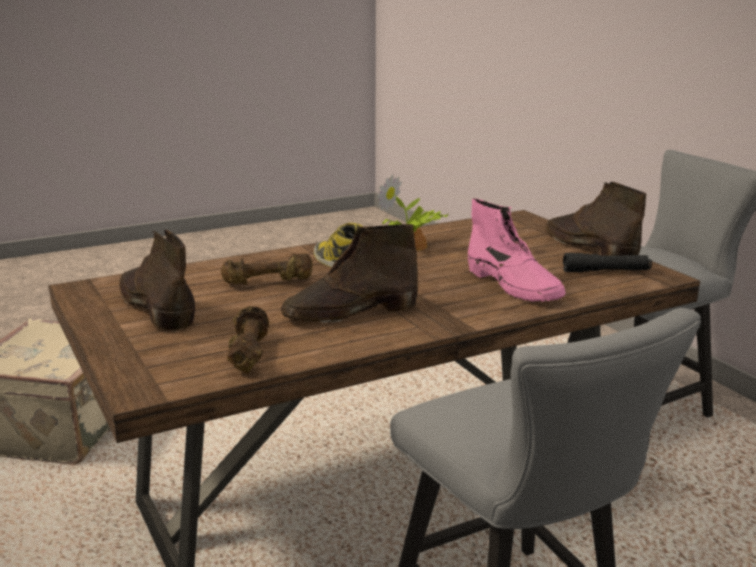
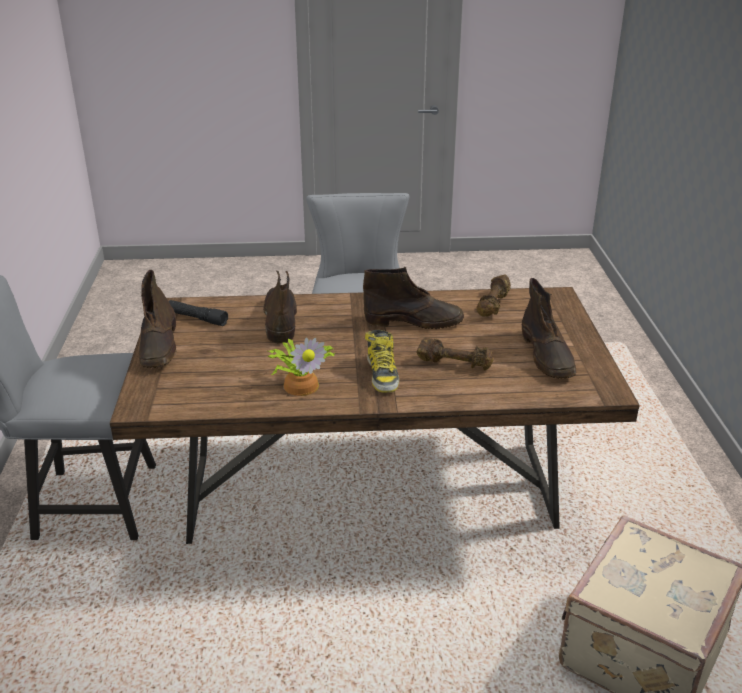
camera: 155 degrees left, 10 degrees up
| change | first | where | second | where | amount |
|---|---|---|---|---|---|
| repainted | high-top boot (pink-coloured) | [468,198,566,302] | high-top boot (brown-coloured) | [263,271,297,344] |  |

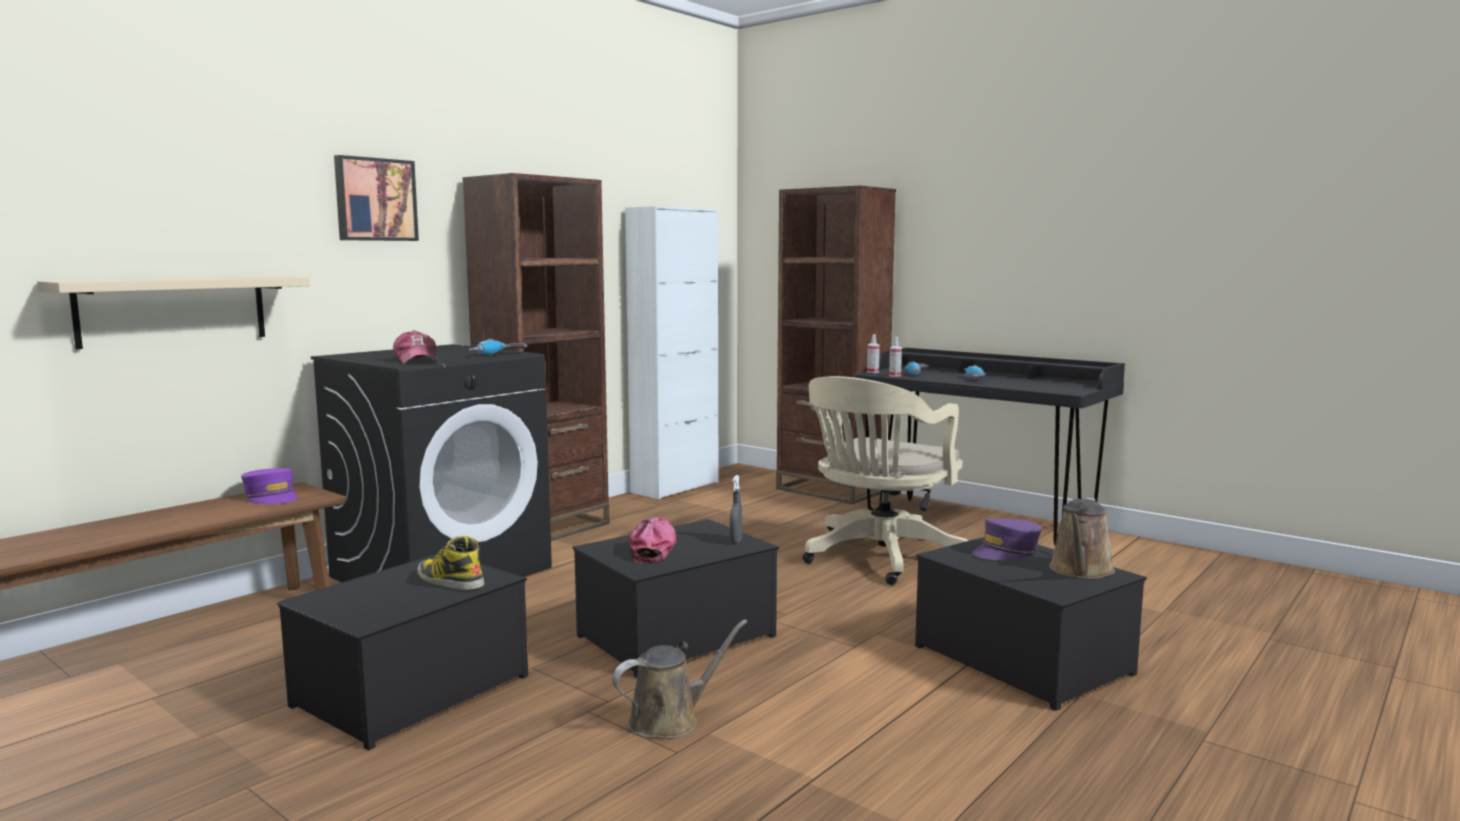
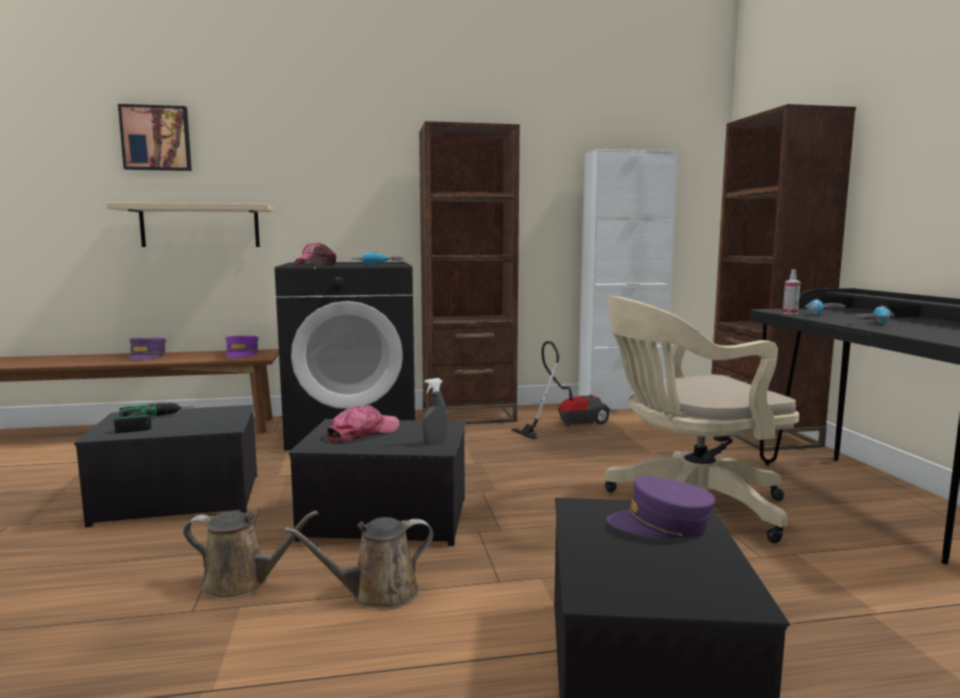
camera: 40 degrees right, 0 degrees up
| change | first | where | second | where | amount |
|---|---|---|---|---|---|
| new |  |  | drill | [114,403,194,433] |  |
| shifted | wall picture | [334,155,419,241] |  | [118,104,192,171] |  |
| new |  |  | cap (purple) | [127,338,166,360] |  |
| shifted | sprinkling can (brown-coloured) | [1049,498,1115,579] |  | [284,517,433,609] |  |
| new |  |  | vacuum | [511,341,610,439] |  |
| gone | high-top boot | [417,536,484,590] |  |  |  |
| gone | sprayer | [867,334,880,373] |  |  |  |

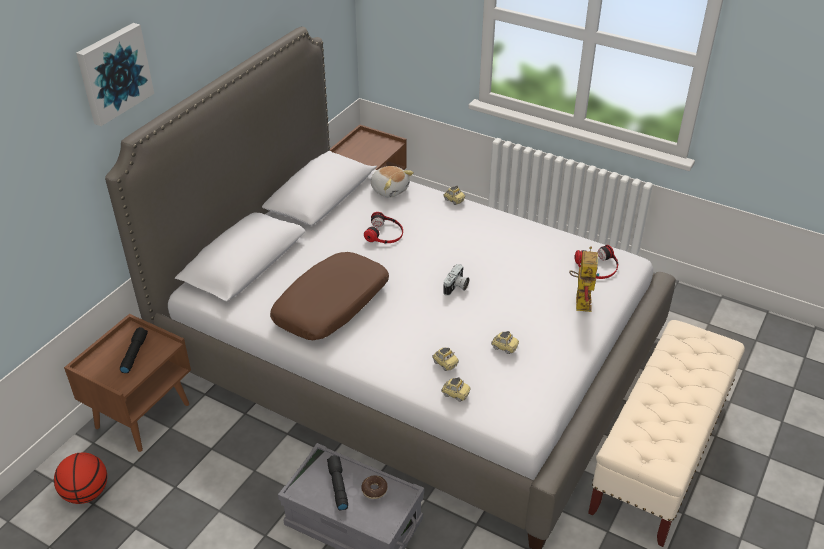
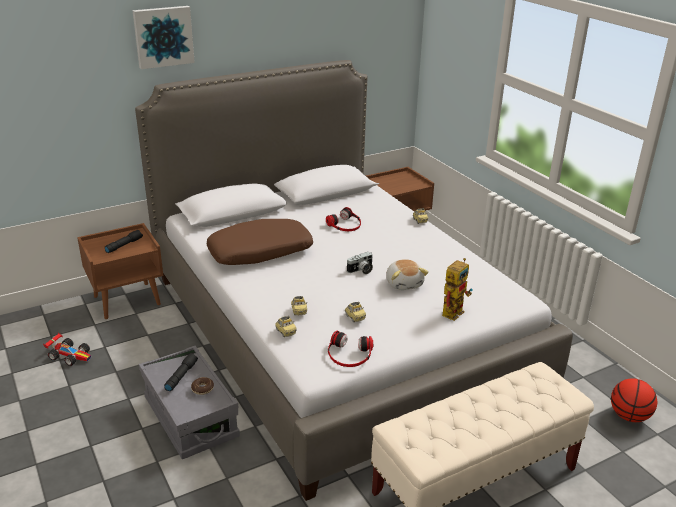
camera: 30 degrees right, 10 degrees down
| change | first | where | second | where | amount |
|---|---|---|---|---|---|
| new |  |  | toy car | [43,332,91,366] |  |
| shifted | pair of headphones | [574,245,618,279] |  | [328,331,373,367] |  |
| shifted | soft toy | [371,166,414,197] |  | [386,259,429,290] |  |
| shifted | basketball ball | [54,452,107,504] |  | [611,378,657,422] |  |

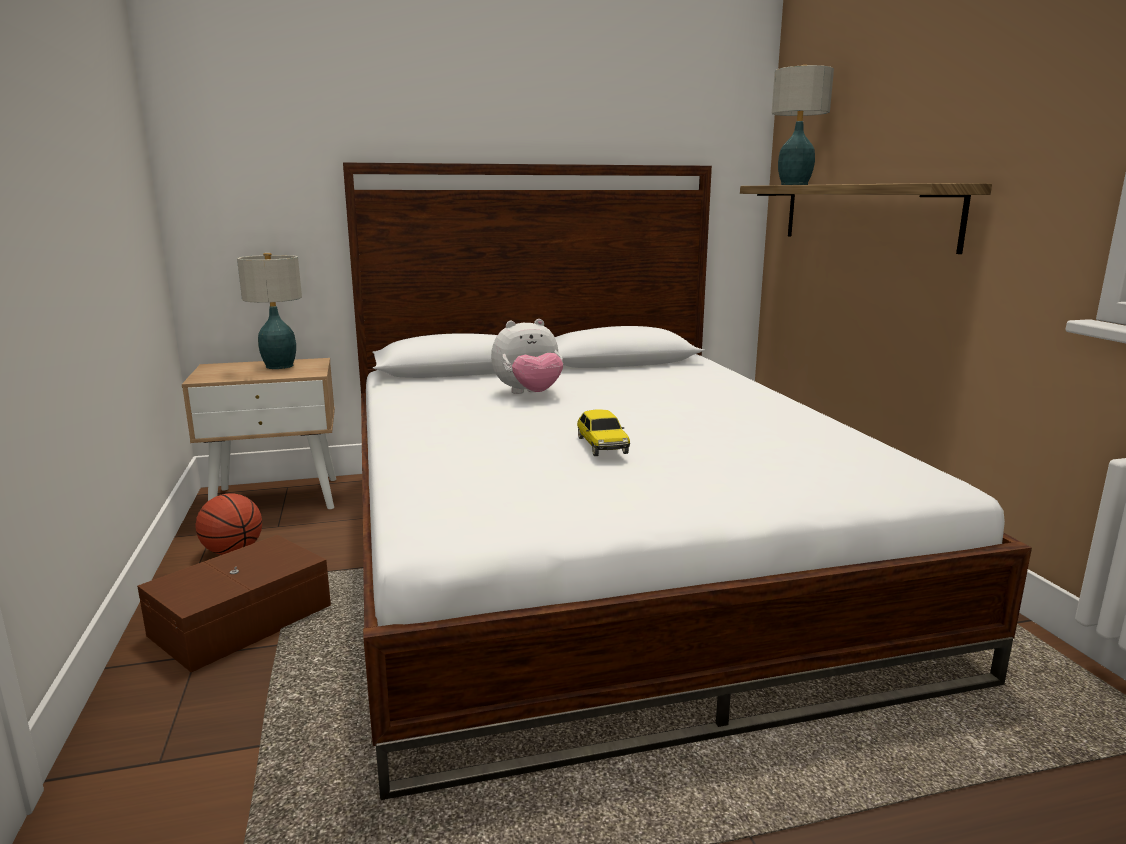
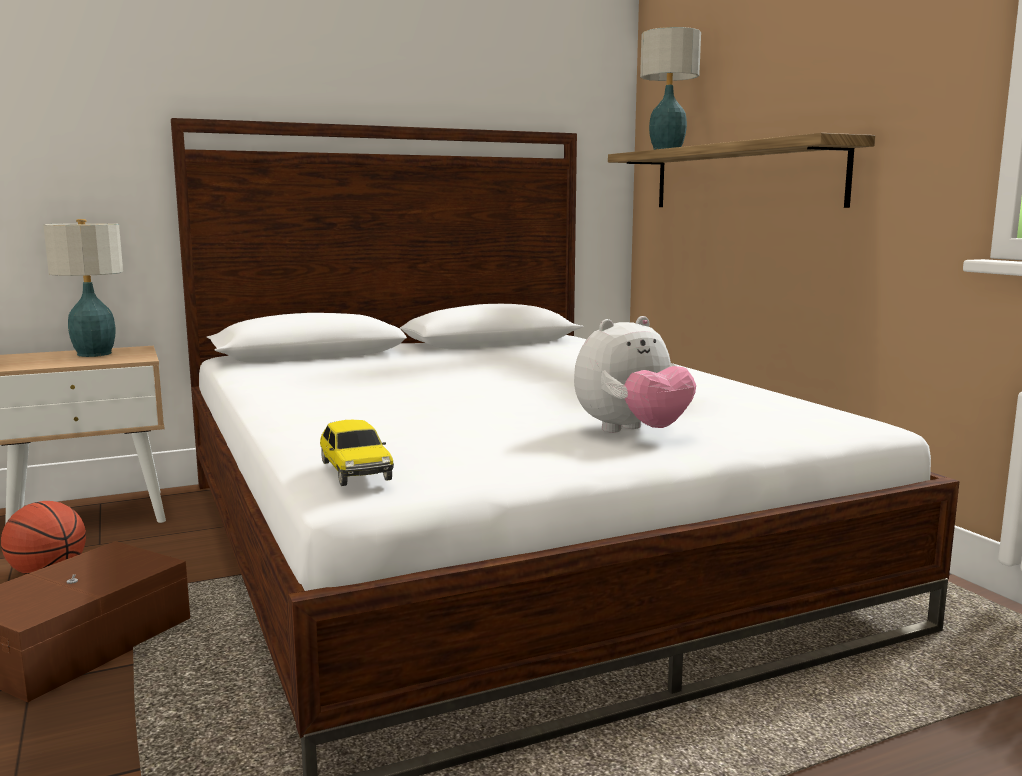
camera: 10 degrees left, 5 degrees down
| change | first | where | second | where | amount |
|---|---|---|---|---|---|
| shifted | toy car | [577,409,630,456] |  | [320,420,394,486] |  |
| shifted | soft toy | [491,319,563,394] |  | [574,316,696,433] |  |

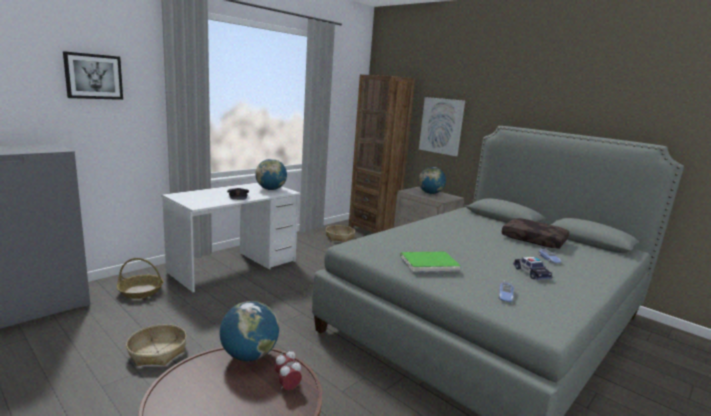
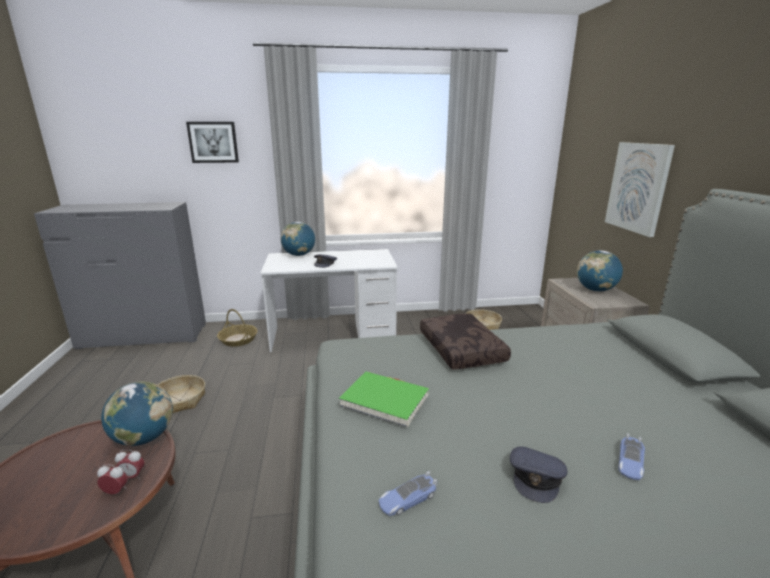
camera: 40 degrees right, 5 degrees up
| change | first | where | second | where | amount |
|---|---|---|---|---|---|
| shifted | globe | [255,159,287,190] |  | [280,222,315,256] |  |
| shifted | cushion (brown-coloured) | [502,218,569,249] |  | [420,314,511,370] |  |
| swapped | toy car | [513,257,552,280] | cap (gray) | [510,447,567,503] |  |
| gone | bookcase (brown-coloured) | [349,74,415,233] |  |  |  |

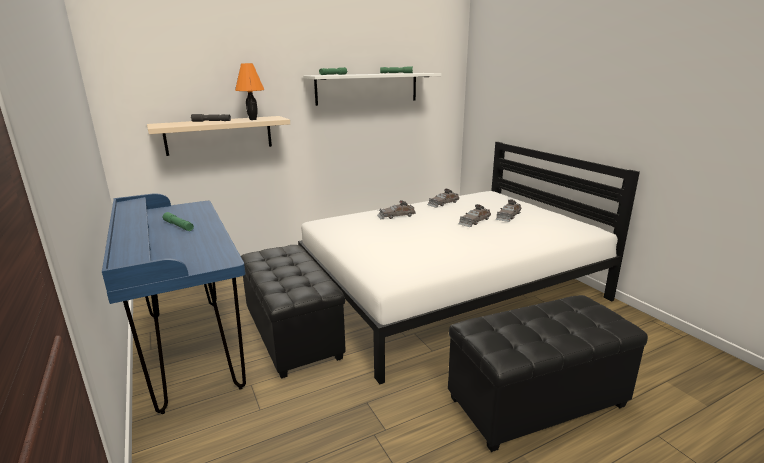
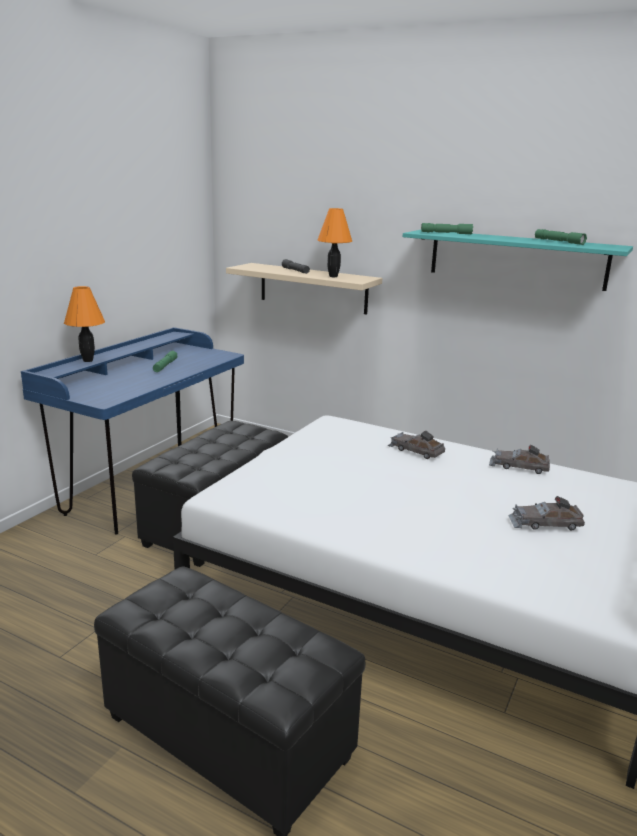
camera: 55 degrees right, 0 degrees up
| change | first | where | second | where | amount |
|---|---|---|---|---|---|
| new |  |  | lamp for a table (orangey) | [64,286,105,362] |  |
| repainted | wall shelf (white-coloured) | [303,73,441,106] | wall shelf (turquoise-coloured) | [403,230,633,291] |  |
| gone | toy car (gray) | [458,204,491,227] |  |  |  |

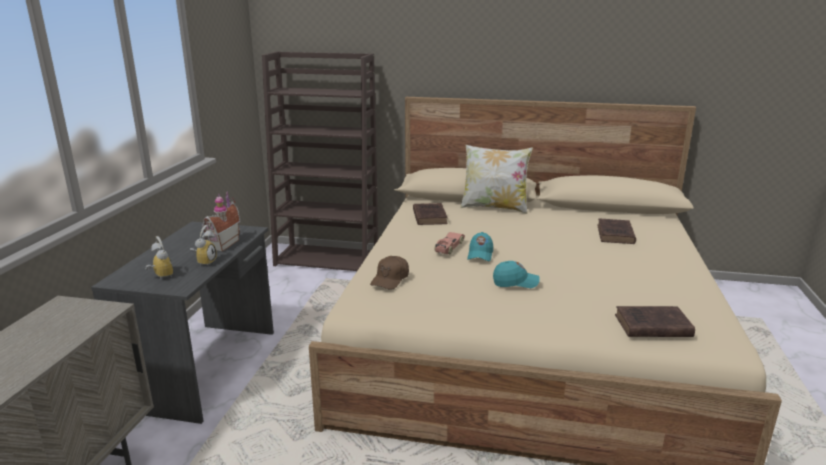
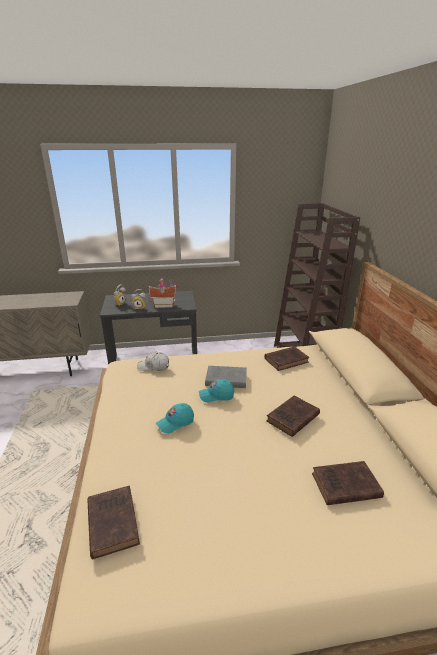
camera: 70 degrees right, 5 degrees up
| change | first | where | second | where | amount |
|---|---|---|---|---|---|
| repainted | cap (brown-coloured) | [370,256,409,290] | cap (white-coloured) | [137,351,169,371] |  |
| rotated | cap (turquoise-coloured) | [493,261,540,288] |  | [156,403,194,434] | 75 degrees clockwise |
| swapped | toy car | [434,232,465,254] | book (gray) | [205,366,247,388] |  |
| new |  |  | book (brown-coloured) | [266,396,320,437] |  |
| gone | cushion | [460,145,533,214] |  |  |  |

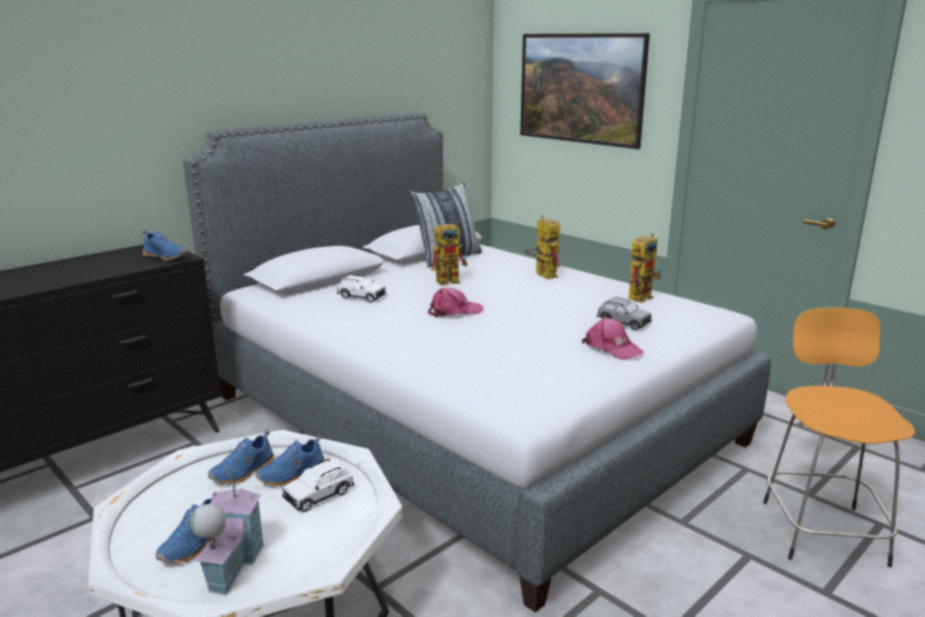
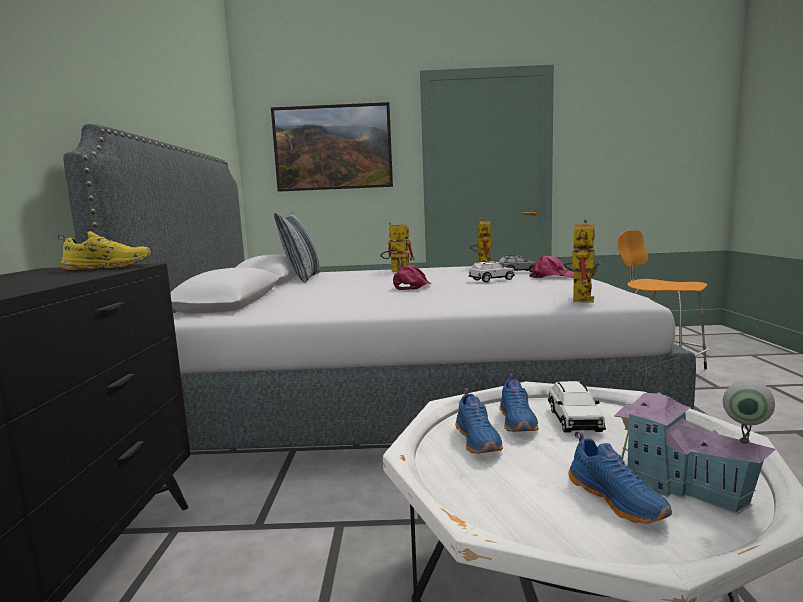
camera: 45 degrees left, 10 degrees down
| change | first | where | second | where | amount |
|---|---|---|---|---|---|
| repainted | low shoe (bluish) | [143,230,187,260] | low shoe (yellowish) | [58,231,151,270] |  |
| shifted | toy car (white-coloured) | [337,275,386,303] |  | [469,261,515,282] |  |
| shifted | robot figure | [431,221,468,285] |  | [563,219,602,303] |  |

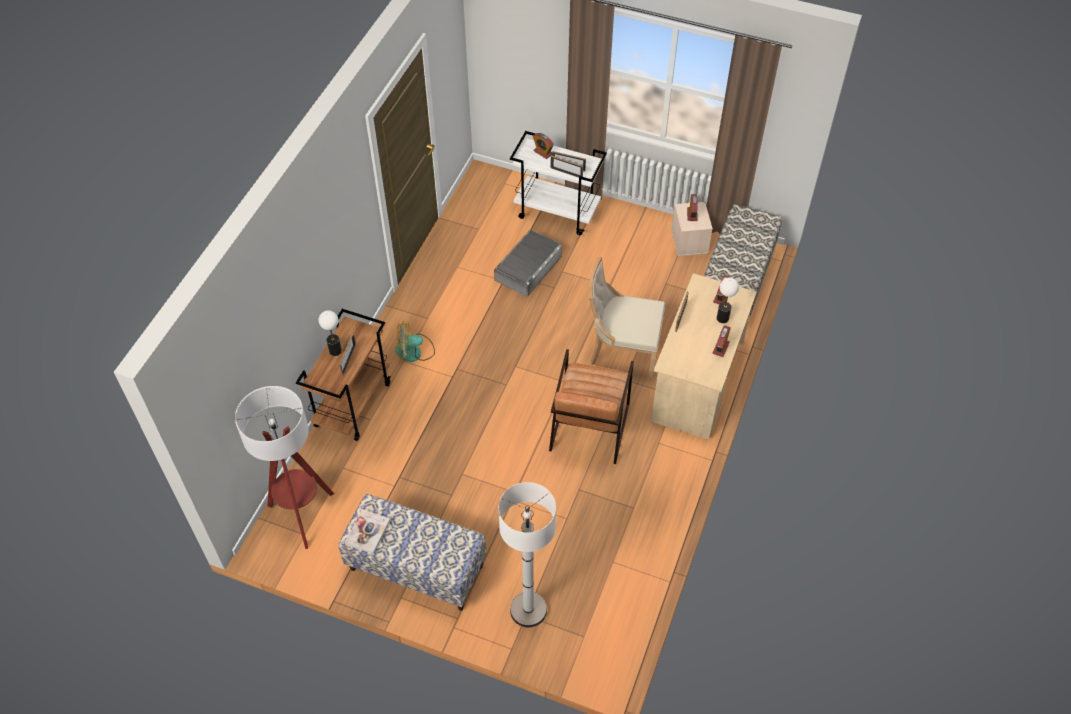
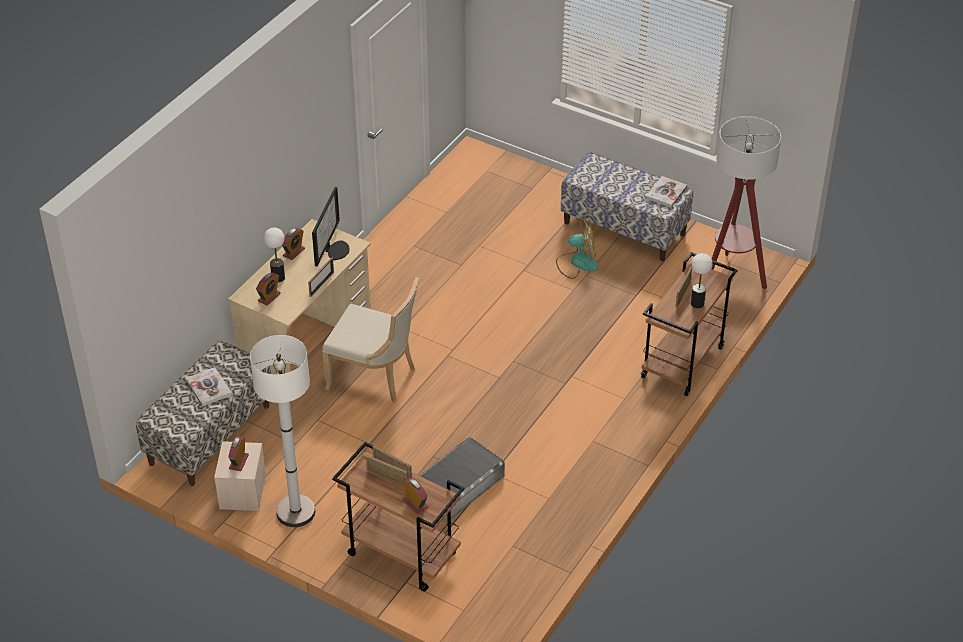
camera: 170 degrees left, 10 degrees down
| change | first | where | second | where | amount |
|---|---|---|---|---|---|
| new |  |  | book | [186,367,232,407] |  |
| shifted | floor lamp (white-coloured) | [499,482,556,627] |  | [250,335,315,527] |  |
| new |  |  | computer screen | [312,187,349,266] |  |
| repainted | wheeled cart (white-coloured) | [510,131,607,235] | wheeled cart (brown-coloured) | [332,442,464,592] |  |
| shifted | fan | [395,321,435,362] |  | [556,219,598,279] |  |
| gone | armchair (brown-coloured) | [549,349,634,464] |  |  |  |

